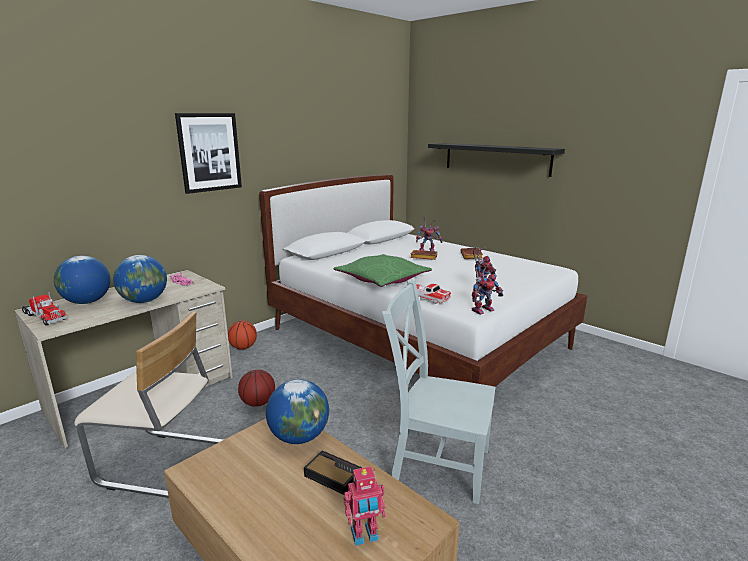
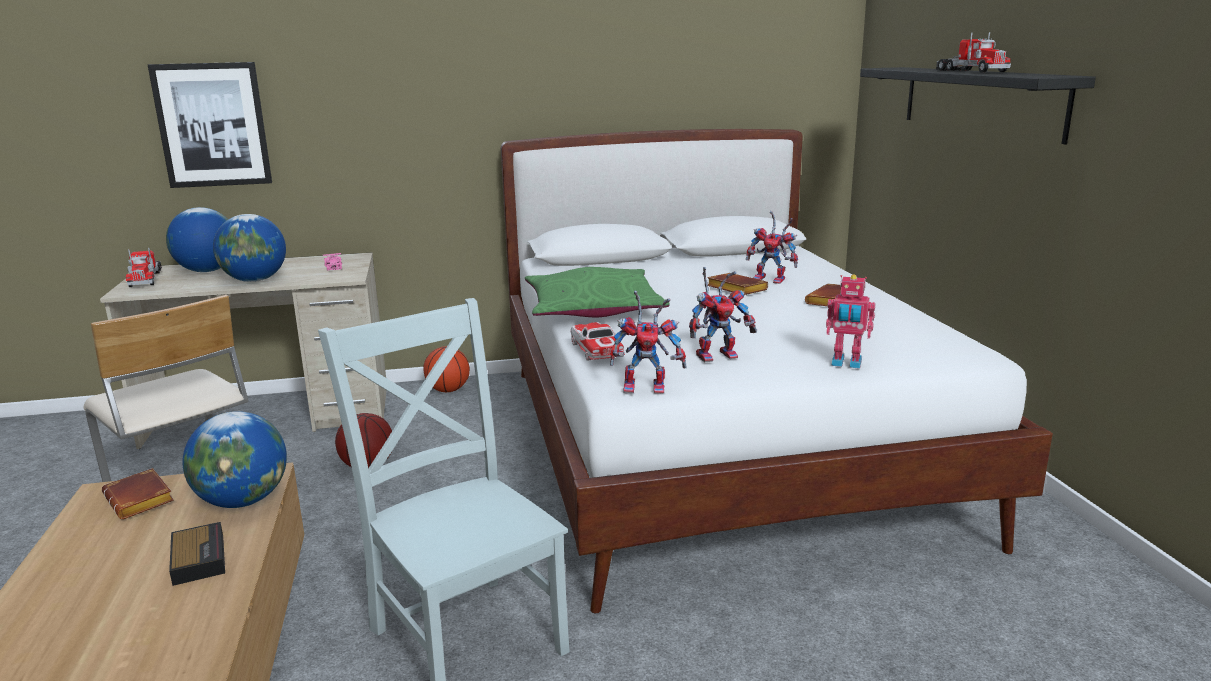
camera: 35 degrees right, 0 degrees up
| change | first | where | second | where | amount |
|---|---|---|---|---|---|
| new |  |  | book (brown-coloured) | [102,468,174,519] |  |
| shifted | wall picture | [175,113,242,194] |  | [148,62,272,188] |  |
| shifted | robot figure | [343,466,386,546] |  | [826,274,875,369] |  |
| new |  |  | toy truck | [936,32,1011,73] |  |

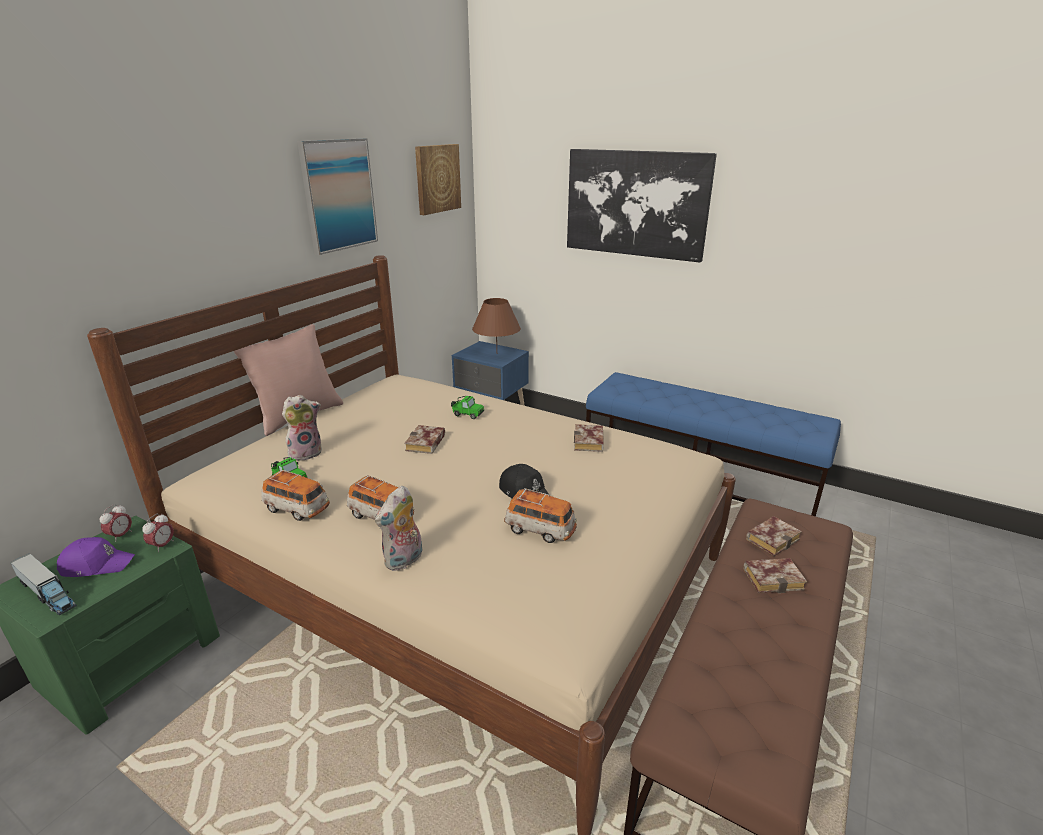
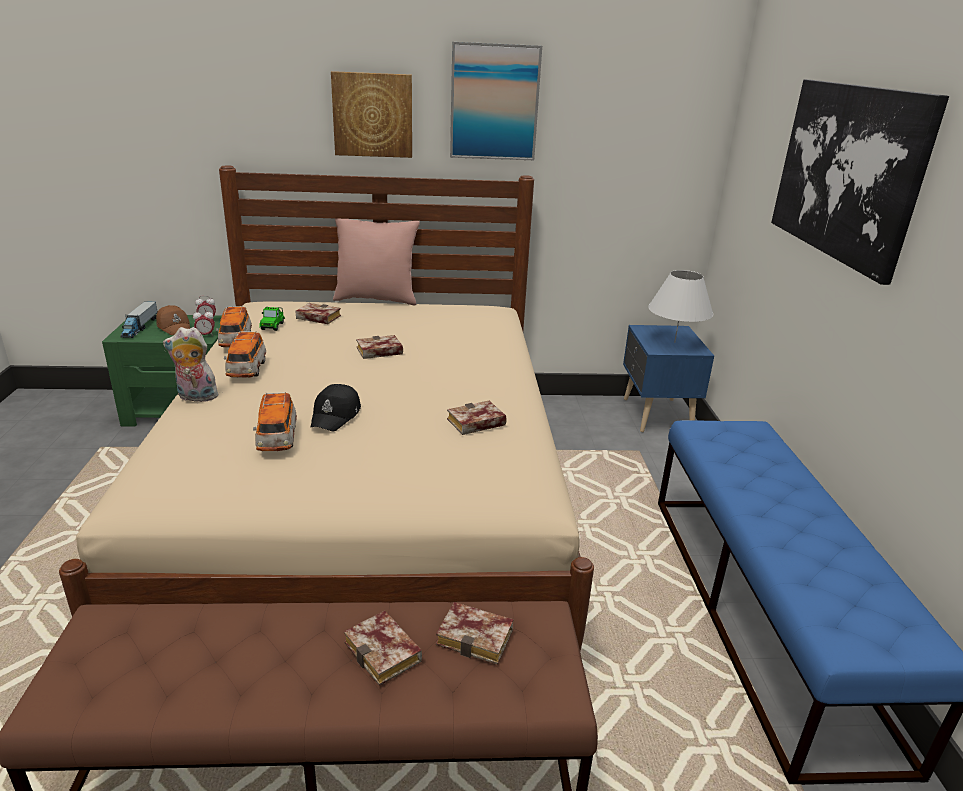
camera: 55 degrees right, 0 degrees up
| change | first | where | second | where | amount |
|---|---|---|---|---|---|
| repainted | cap (purple) | [57,537,135,577] | cap (brown-coloured) | [156,305,190,335] |  |
| swapped | soft toy | [282,395,322,461] | book | [295,303,341,324] |  |
| shifted | wall picture | [415,144,461,215] |  | [331,71,412,158] |  |
| repainted | lamp for a table (brown-coloured) | [472,298,521,348] | lamp for a table (white-coloured) | [648,270,713,343] |  |
| gone | toy car | [451,396,484,419] |  |  |  |

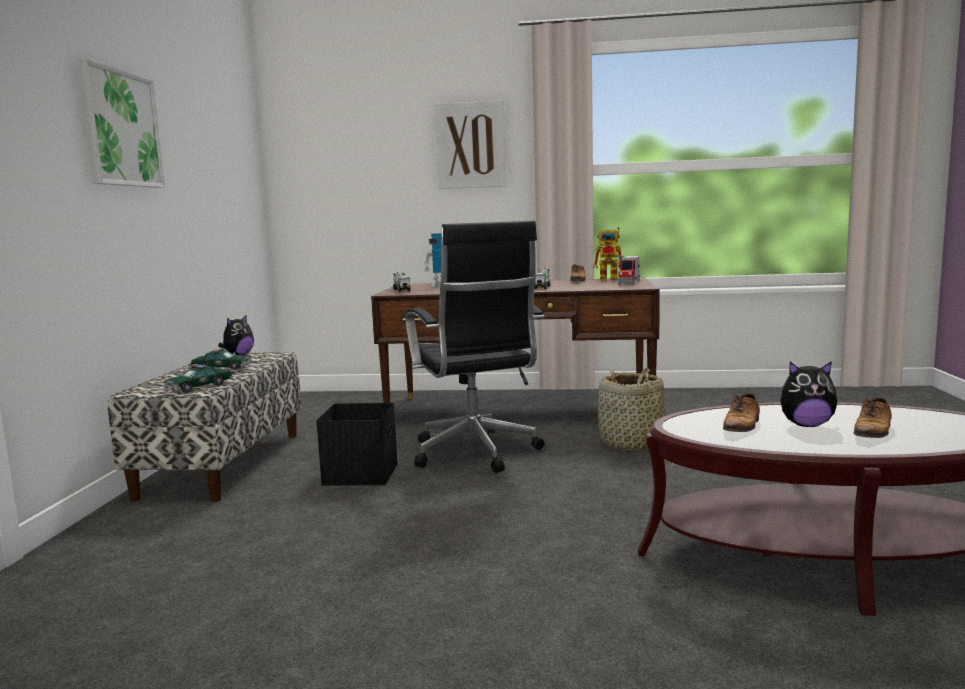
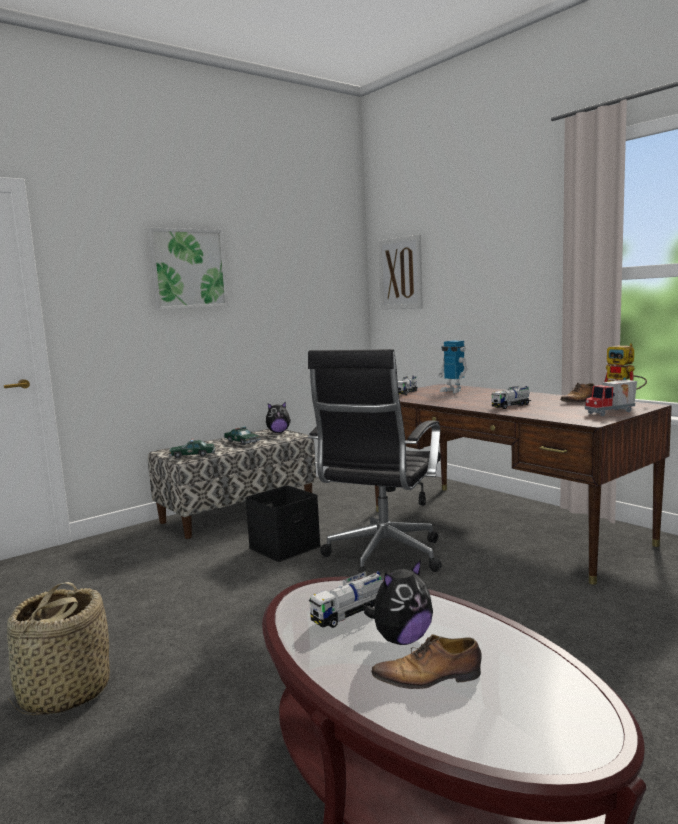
camera: 45 degrees right, 0 degrees up
| change | first | where | second | where | amount |
|---|---|---|---|---|---|
| shifted | basket | [598,367,666,451] |  | [7,582,110,715] |  |
| swapped | low shoe | [723,393,760,432] | toy truck | [308,571,383,628] |  |
| rotated | soft toy | [781,361,837,427] |  | [364,559,433,645] | 90 degrees counterclockwise |
| shifted | wall picture | [435,100,506,189] |  | [378,234,423,310] |  |

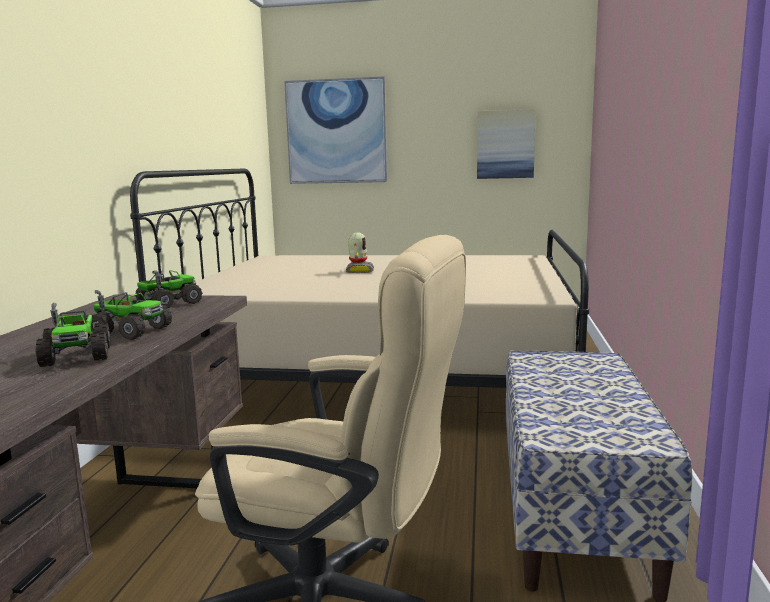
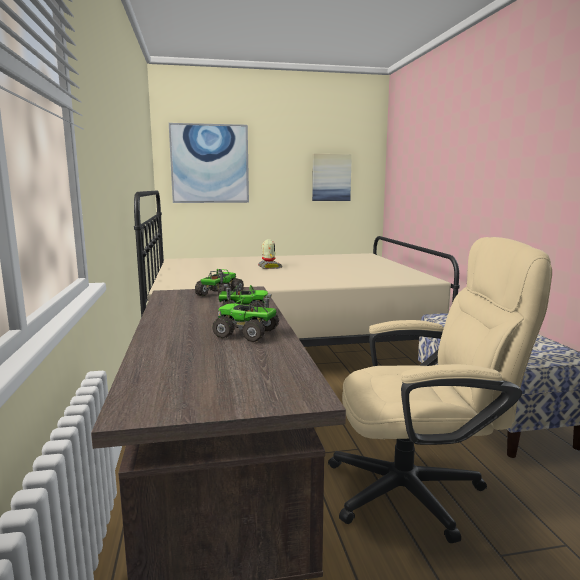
camera: 20 degrees left, 0 degrees up
| change | first | where | second | where | amount |
|---|---|---|---|---|---|
| rotated | toy truck | [35,303,111,367] |  | [212,294,279,342] | 150 degrees clockwise |

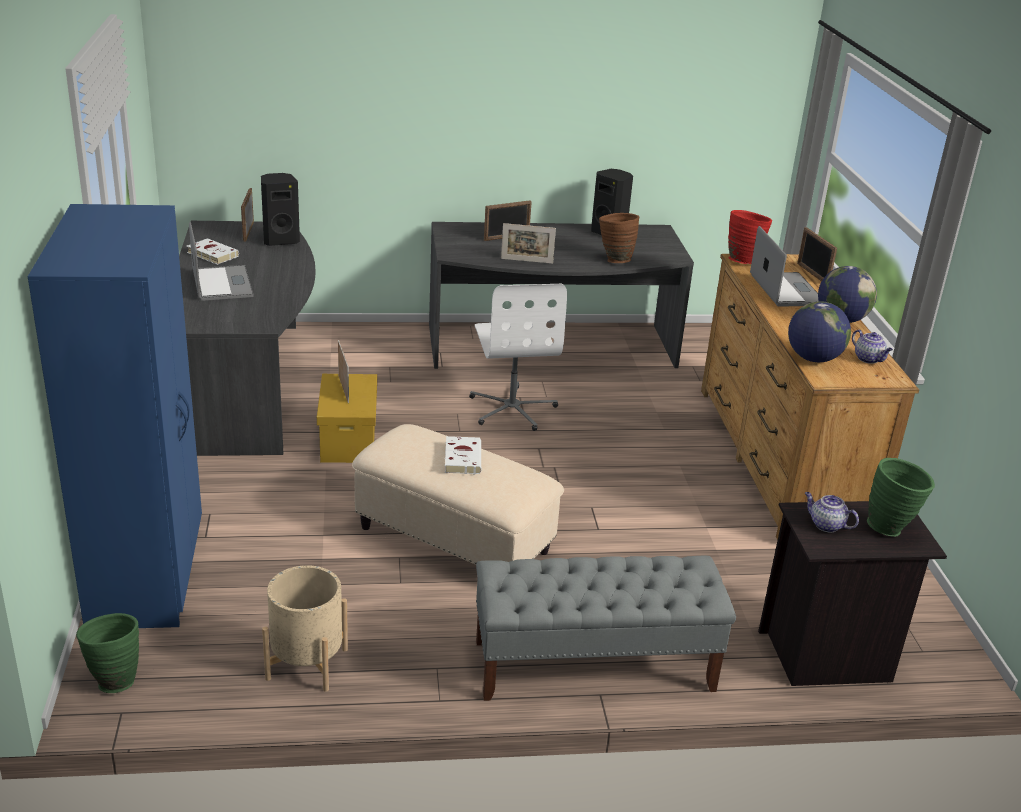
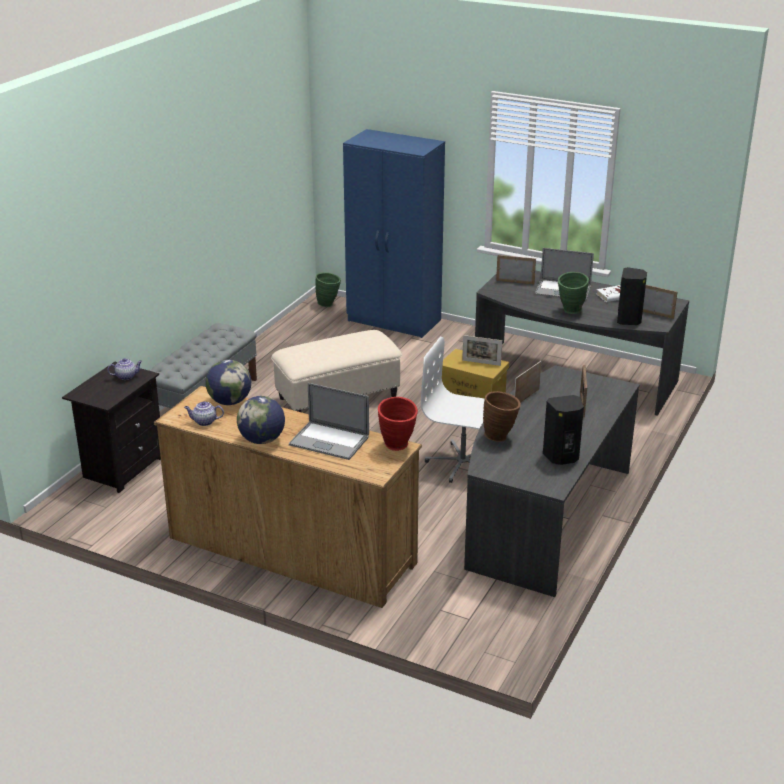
camera: 125 degrees right, 0 degrees up
| change | first | where | second | where | amount |
|---|---|---|---|---|---|
| shifted | picture frame | [797,227,837,282] |  | [496,255,536,284] |  |
| shifted | vase (green-coloured) | [867,458,935,537] |  | [558,272,589,314] |  |
| gone | planter (beige-coloured) | [262,565,348,692] |  |  |  |
| gone | book (white-coloured) | [445,436,481,474] |  |  |  |

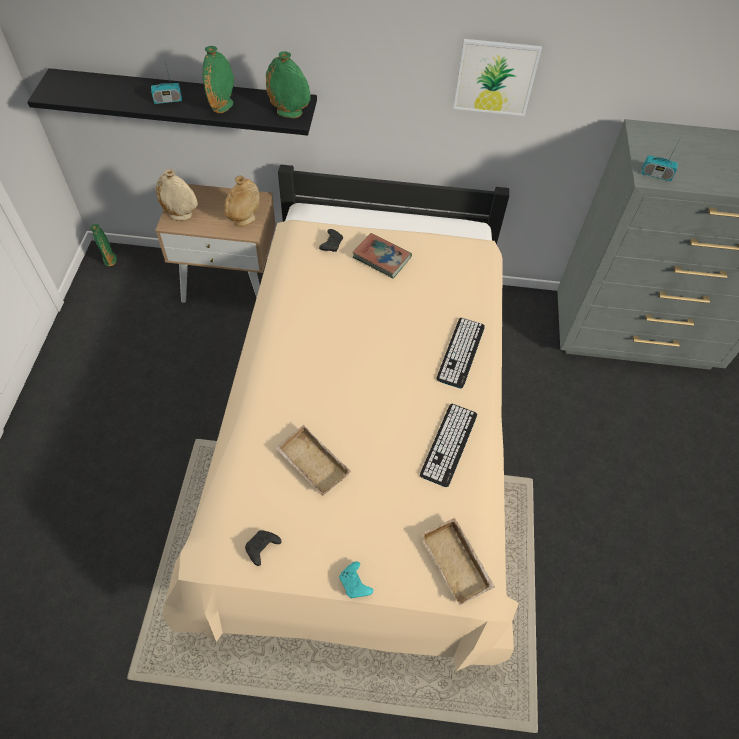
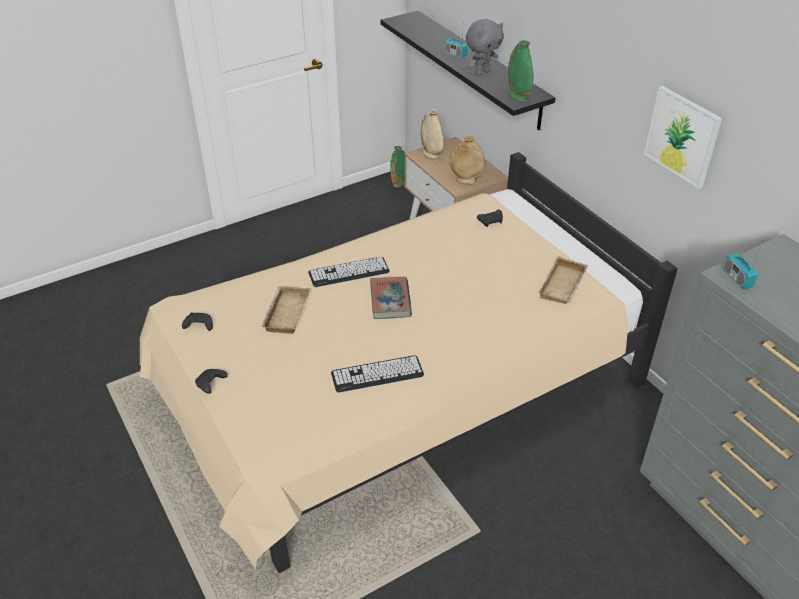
camera: 55 degrees right, 15 degrees down
| change | first | where | second | where | amount |
|---|---|---|---|---|---|
| repainted | game controller (turquoise-coloured) | [339,562,373,598] | game controller (black) | [195,369,228,394] |  |
| shifted | computer keyboard | [437,318,485,389] |  | [308,257,390,287] |  |
| shifted | book | [352,233,412,278] |  | [370,277,412,319] |  |
| swapped | vase (green-coloured) | [202,46,234,114] | soft toy (gray) | [466,19,504,76] |  |
| shifted | carrying tray (beige-coloured) | [421,518,495,605] |  | [538,256,588,304] |  |

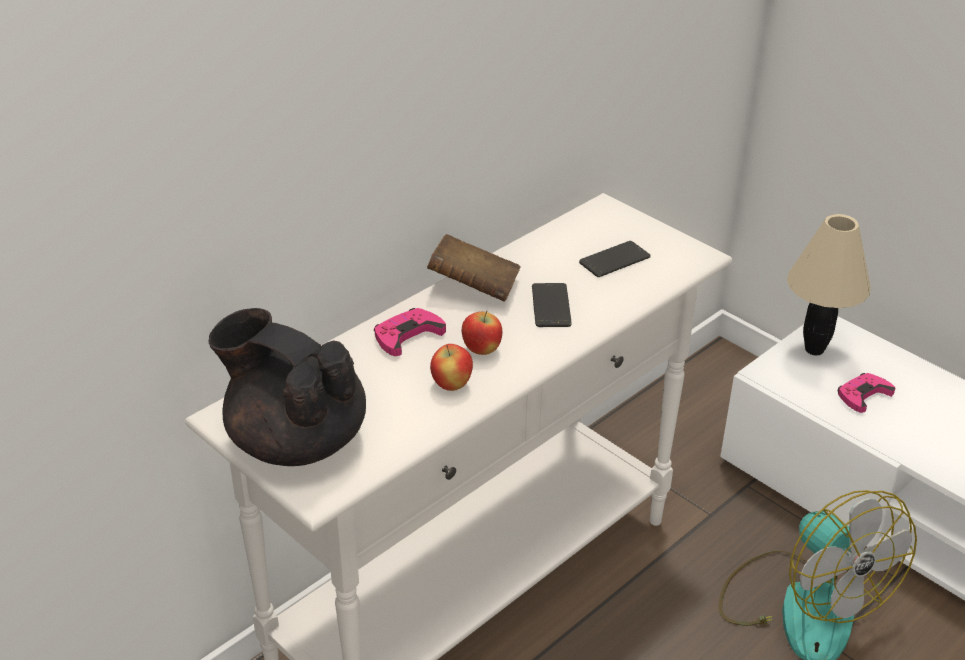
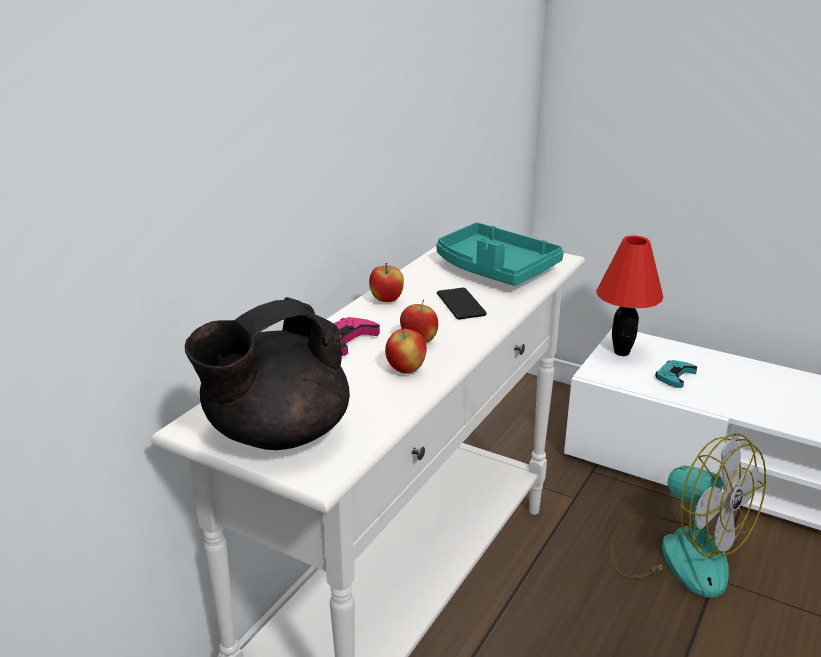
camera: 15 degrees left, 10 degrees down
| change | first | where | second | where | amount |
|---|---|---|---|---|---|
| rotated | pot for tea (black) | [209,308,366,466] |  | [185,297,350,450] | 60 degrees counterclockwise |
| swapped | book (brown-coloured) | [427,234,521,302] | apple | [369,263,404,302] |  |
| swapped | handset | [579,241,651,277] | carrying tray (turquoise-coloured) | [436,223,564,286] |  |
| repainted | lamp for a table (beige-coloured) | [787,214,871,356] | lamp for a table (red-coloured) | [596,236,663,356] |  |
| repainted | game controller (pink-coloured) | [838,373,895,413] | game controller (turquoise-coloured) | [655,360,697,388] |  |

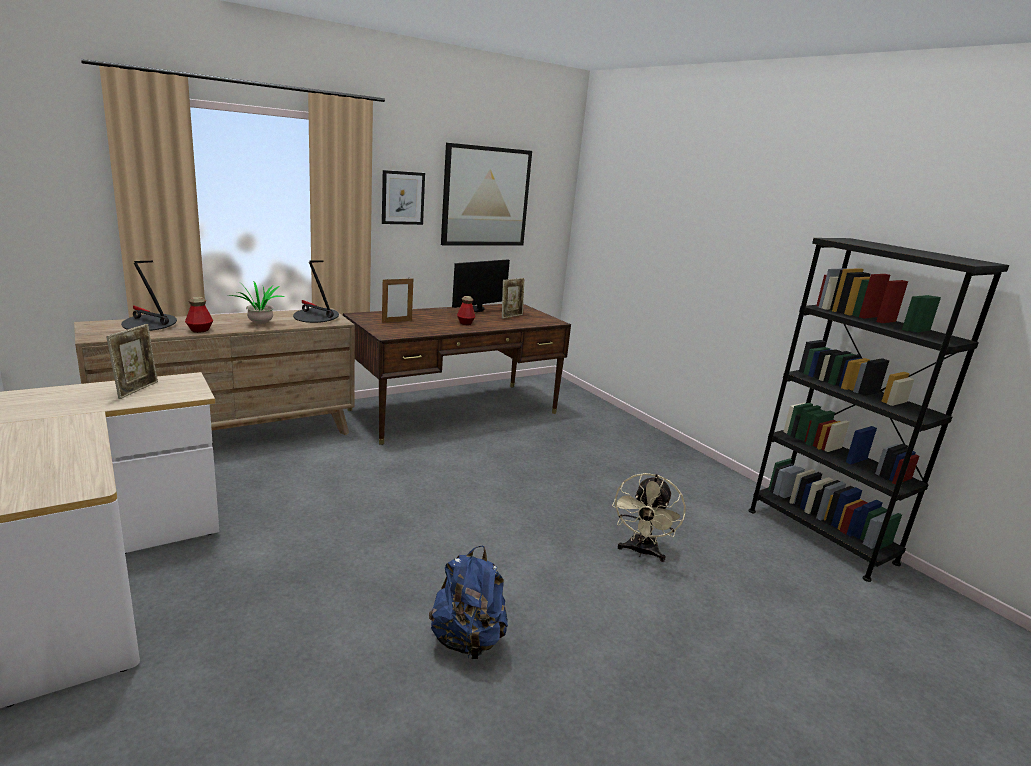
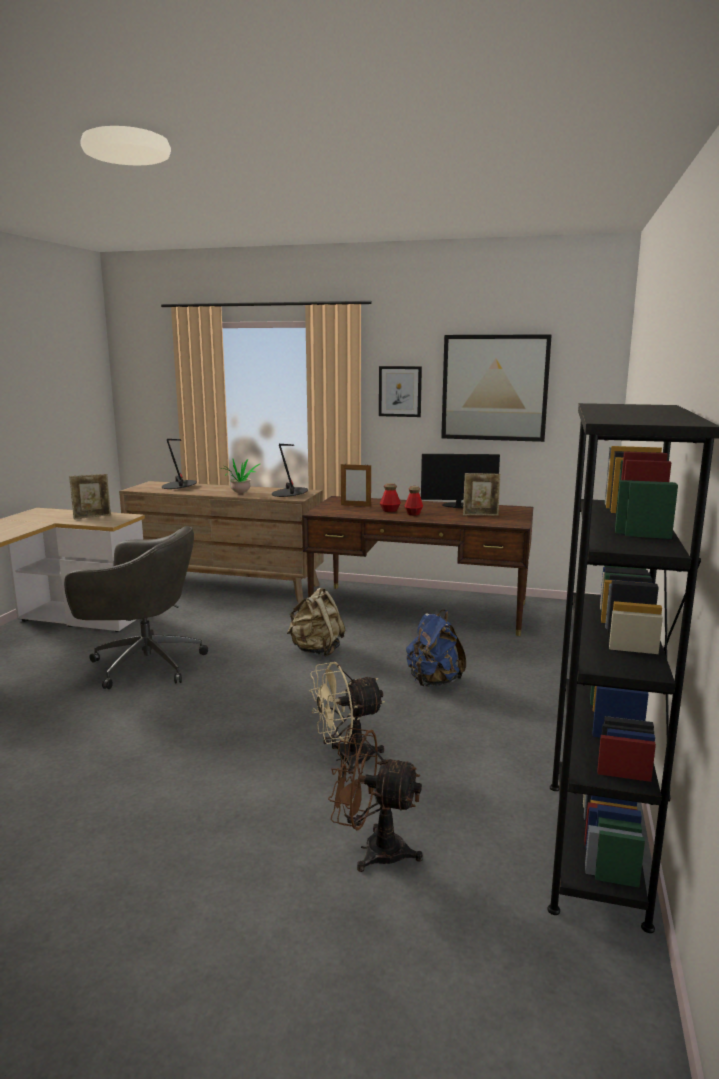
camera: 50 degrees right, 5 degrees down
| change | first | where | second | where | amount |
|---|---|---|---|---|---|
| new |  |  | desk chair (gray) | [64,526,208,689] |  |
| new |  |  | backpack (beige-coloured) | [287,588,345,657] |  |
| new |  |  | fan (brown-coloured) | [328,728,423,872] |  |
| shifted | beverage bottle | [185,297,213,333] |  | [380,483,401,512] |  |
| shifted | backpack (bluish) | [429,546,508,660] |  | [406,610,466,687] |  |

